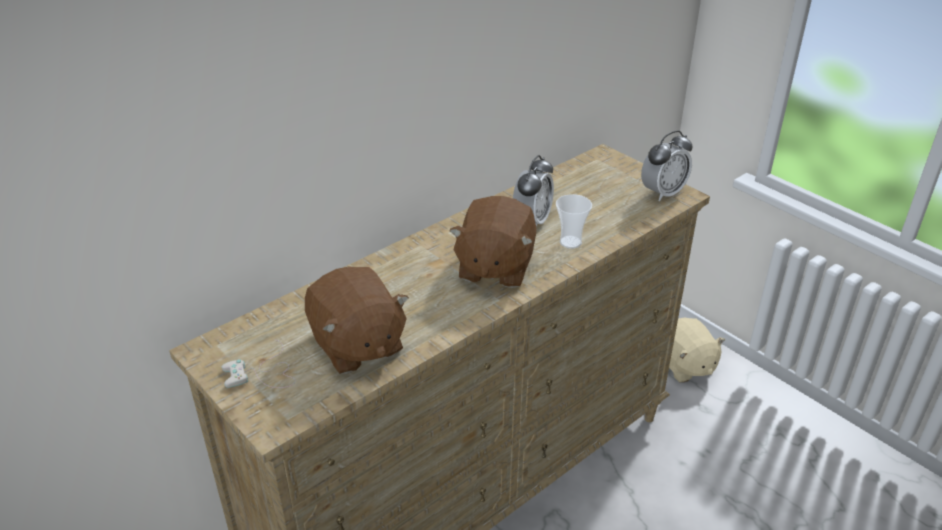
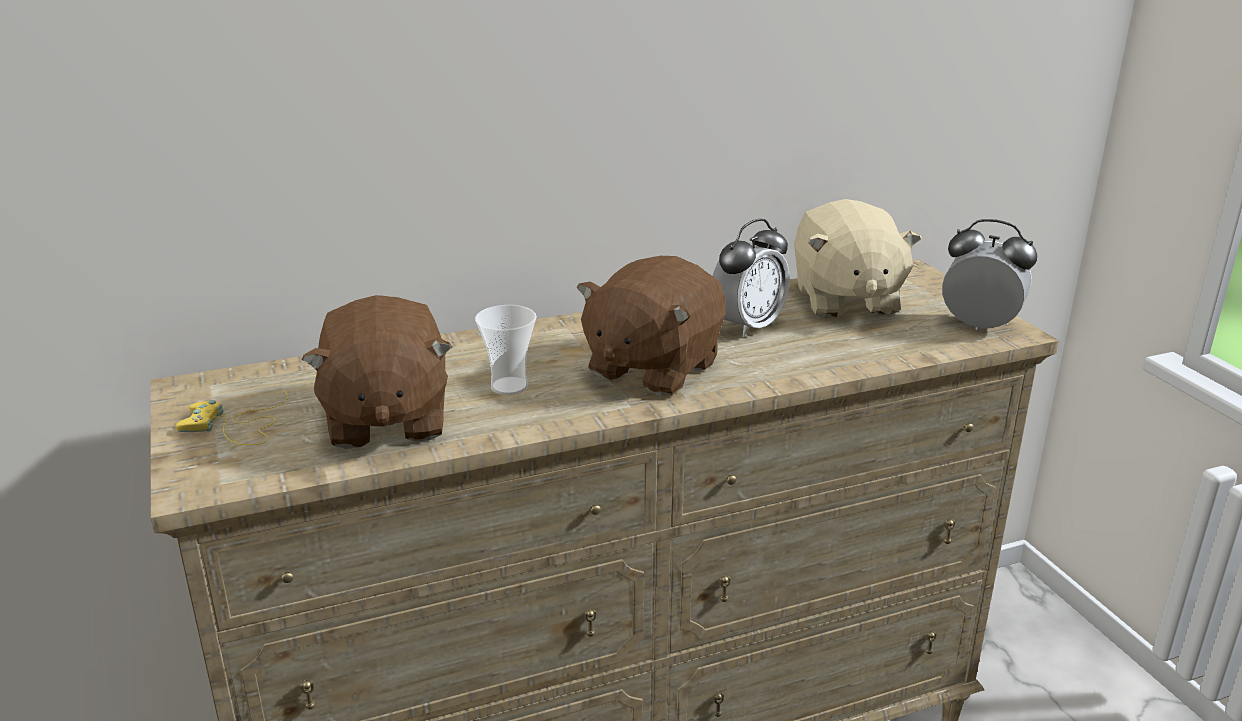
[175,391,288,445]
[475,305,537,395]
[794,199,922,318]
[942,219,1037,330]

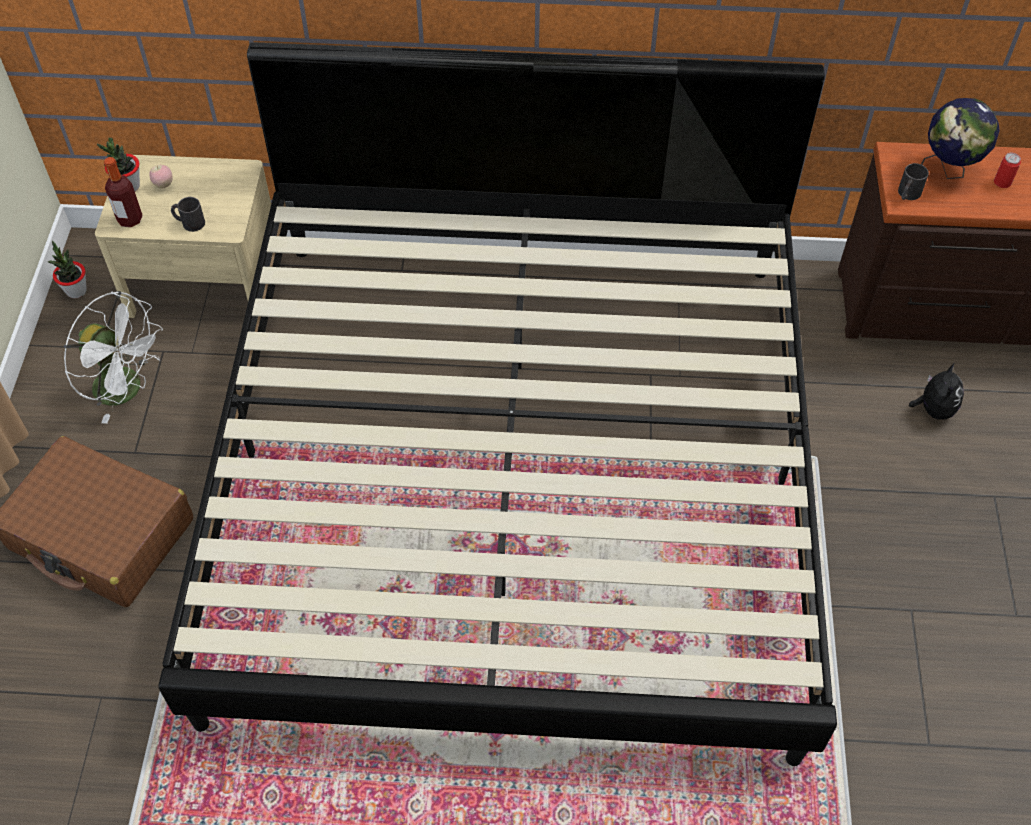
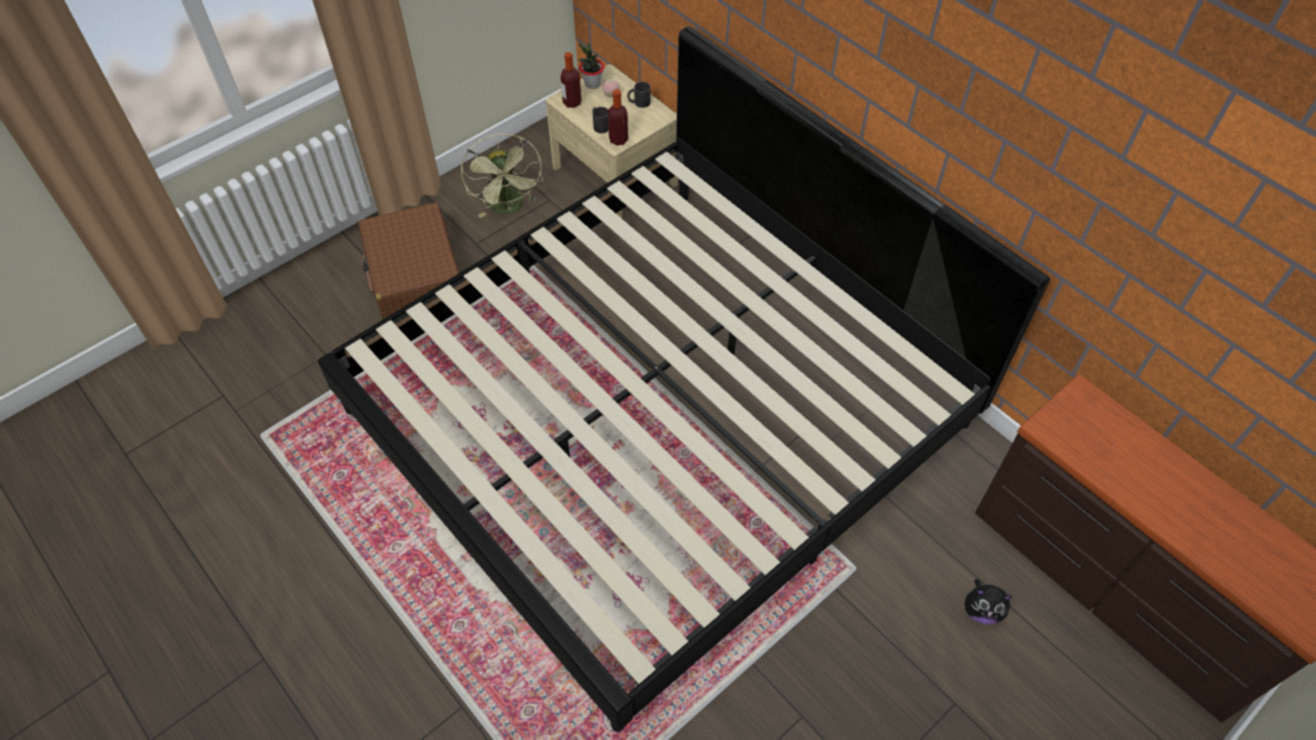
[461,134,543,218]
[608,89,628,146]
[627,82,651,108]
[965,579,1012,624]
[48,241,87,299] (first image)
[921,98,1000,179] (first image)
[994,153,1021,188] (first image)

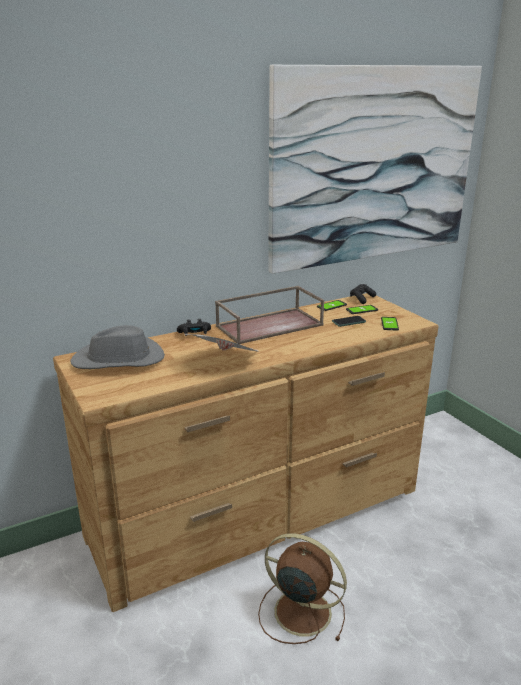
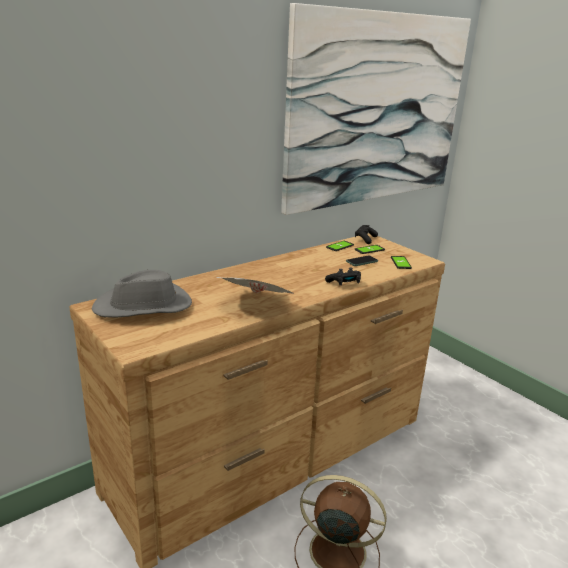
[325,268,361,286]
[215,286,324,344] (first image)

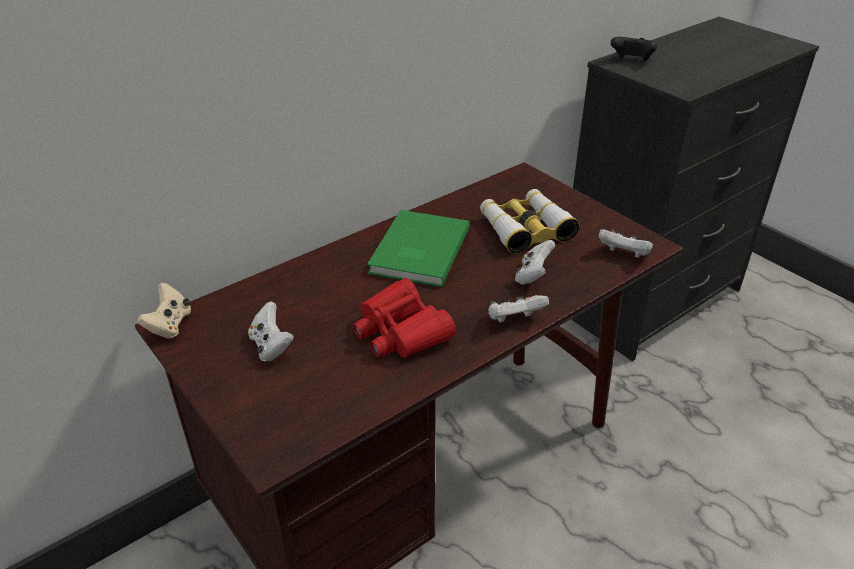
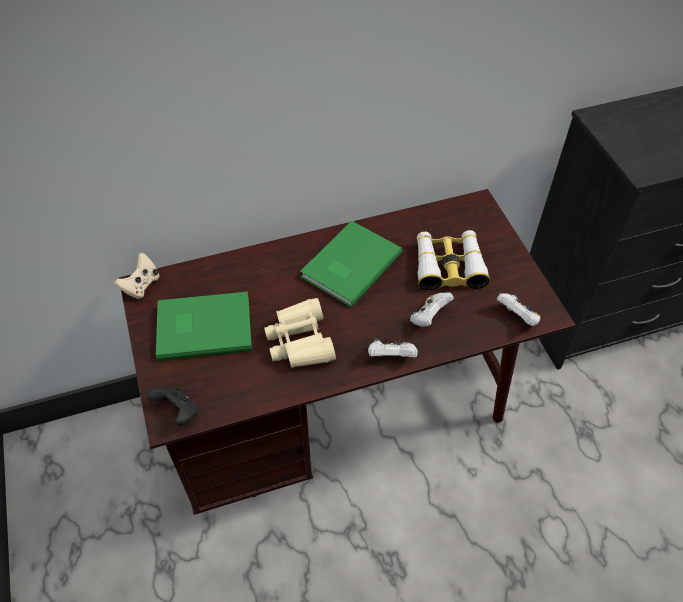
[147,386,199,426]
[156,292,252,361]
[264,298,336,368]

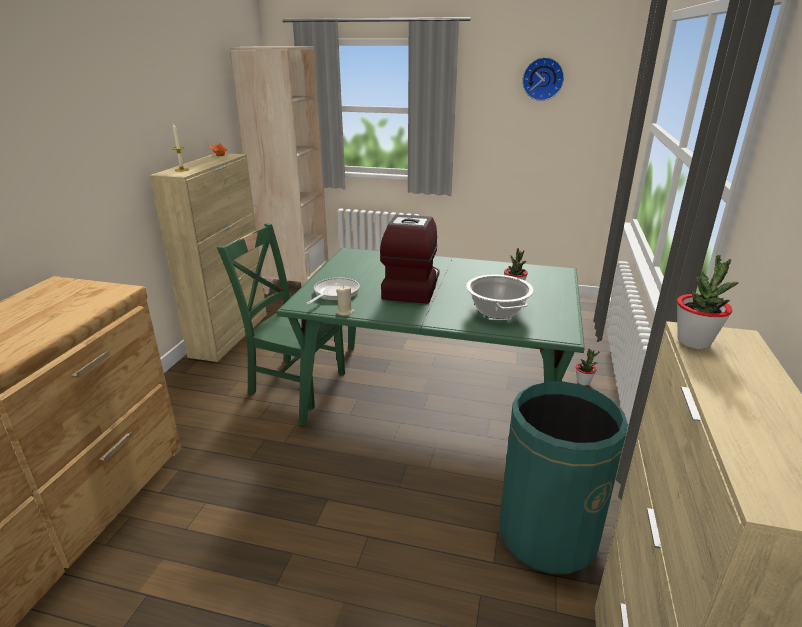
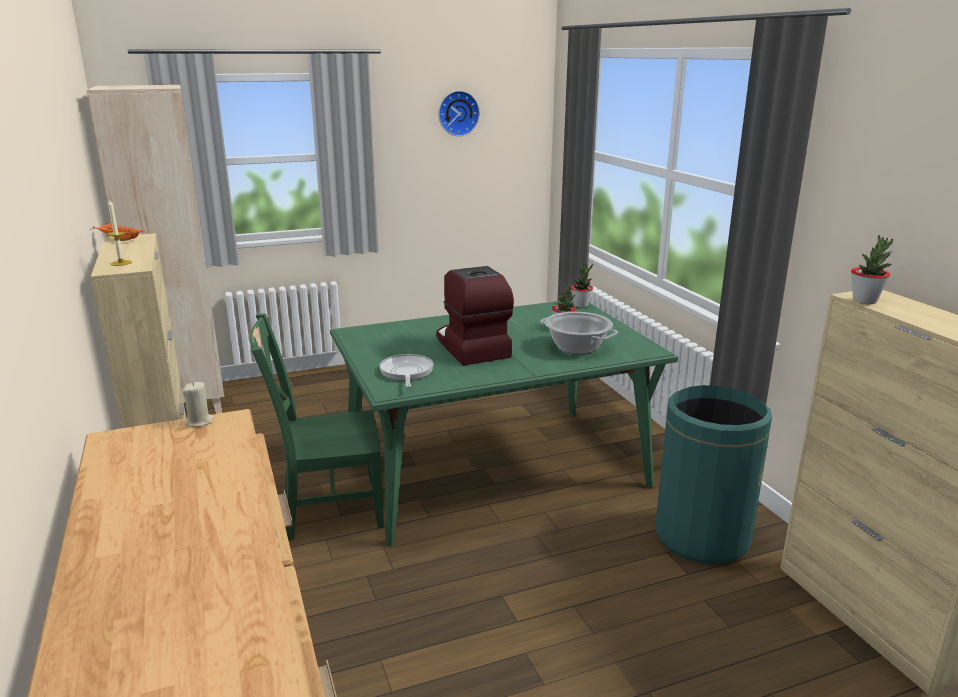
[182,382,214,427]
[571,264,593,308]

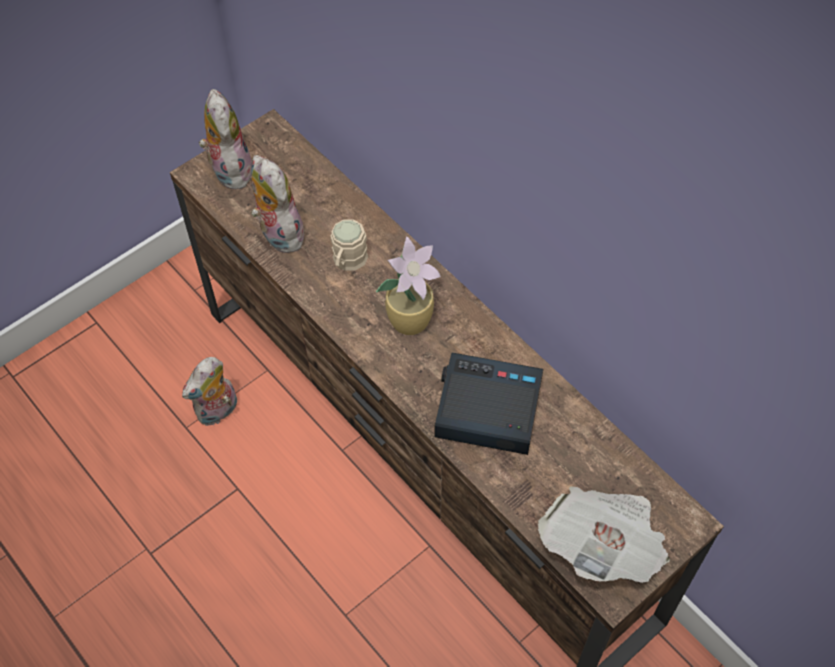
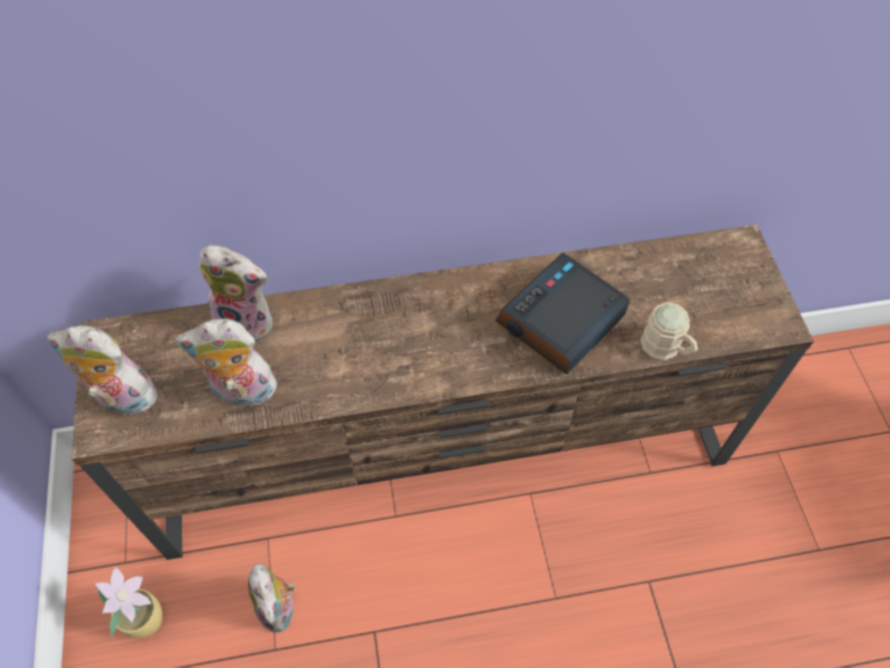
[94,567,163,638]
[198,245,273,343]
[640,302,698,360]
[538,486,670,583] (first image)

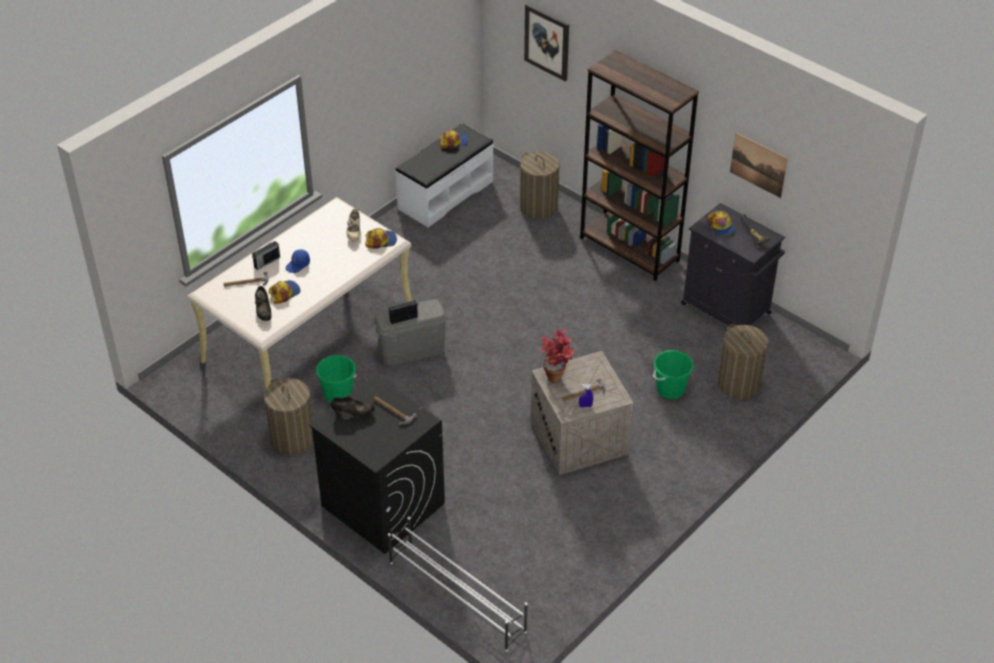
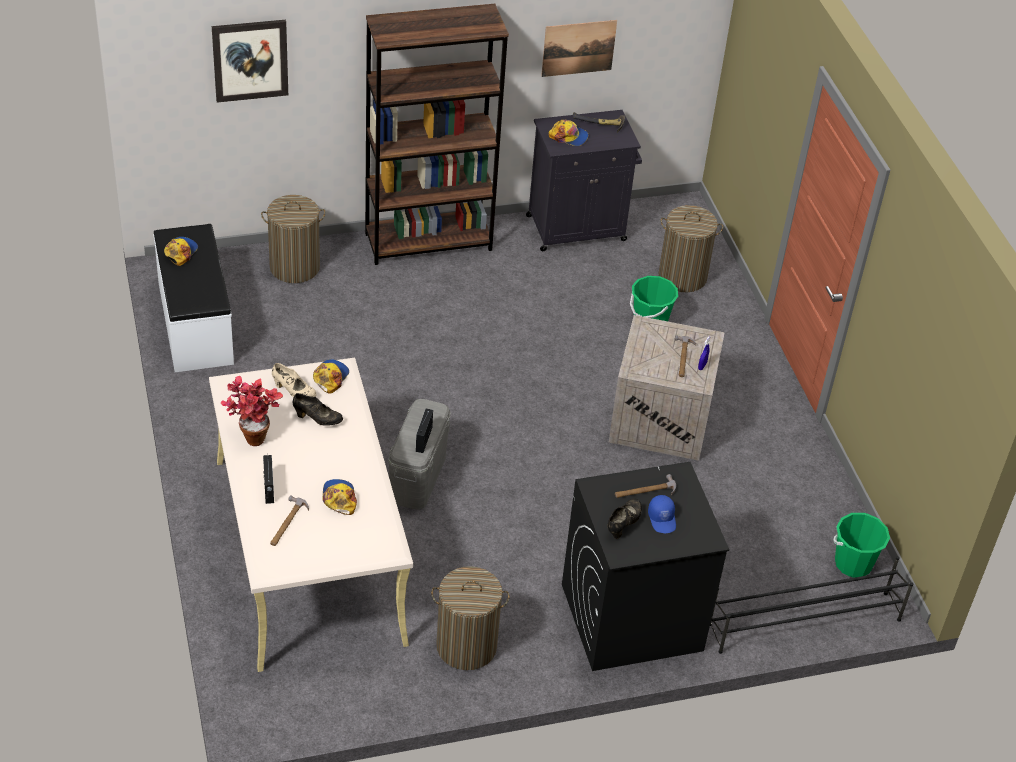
[221,376,283,446]
[293,393,343,426]
[648,495,676,533]
[710,556,913,654]
[833,513,890,577]

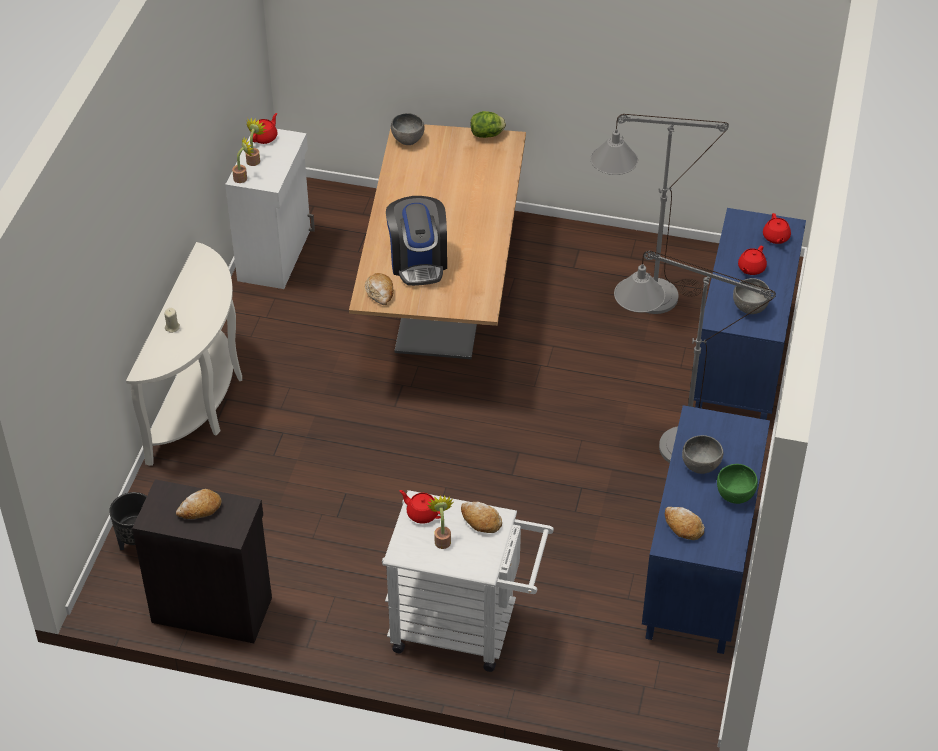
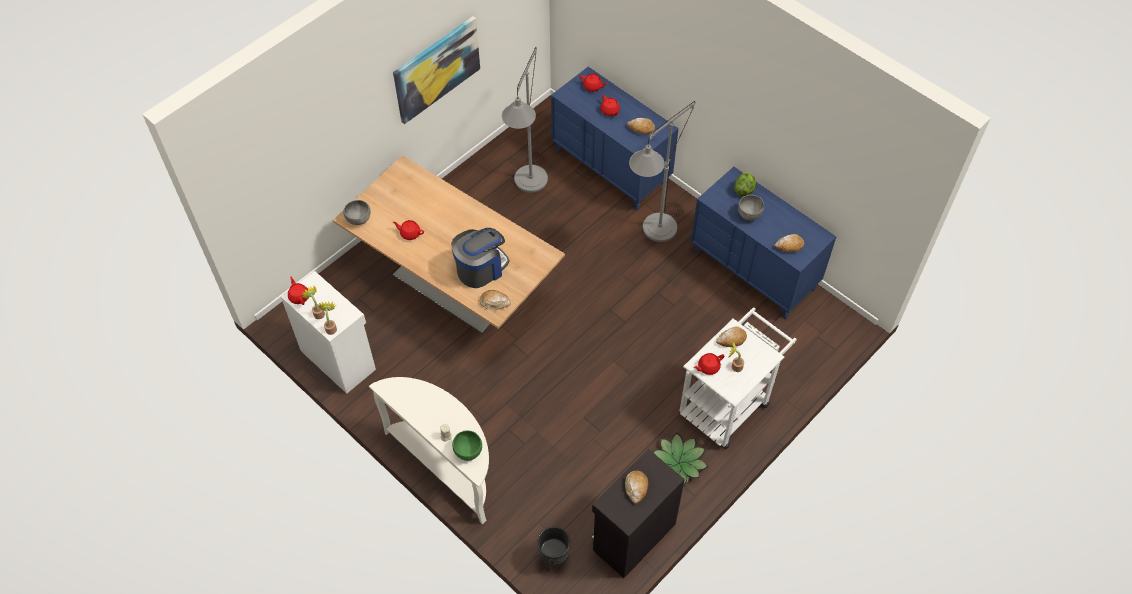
[393,16,480,124]
[393,220,424,240]
[451,228,509,288]
[452,430,482,461]
[627,118,655,134]
[652,433,708,484]
[735,172,756,197]

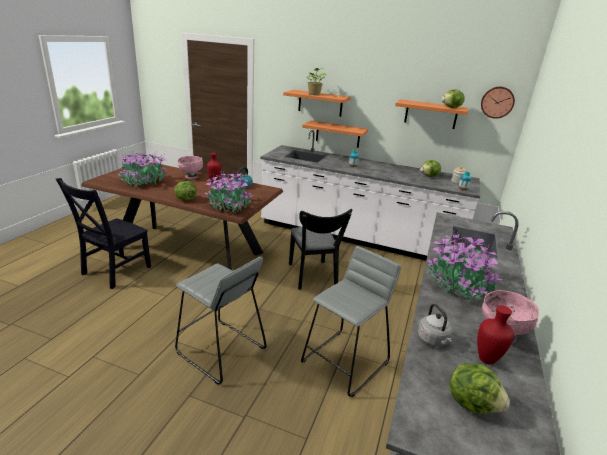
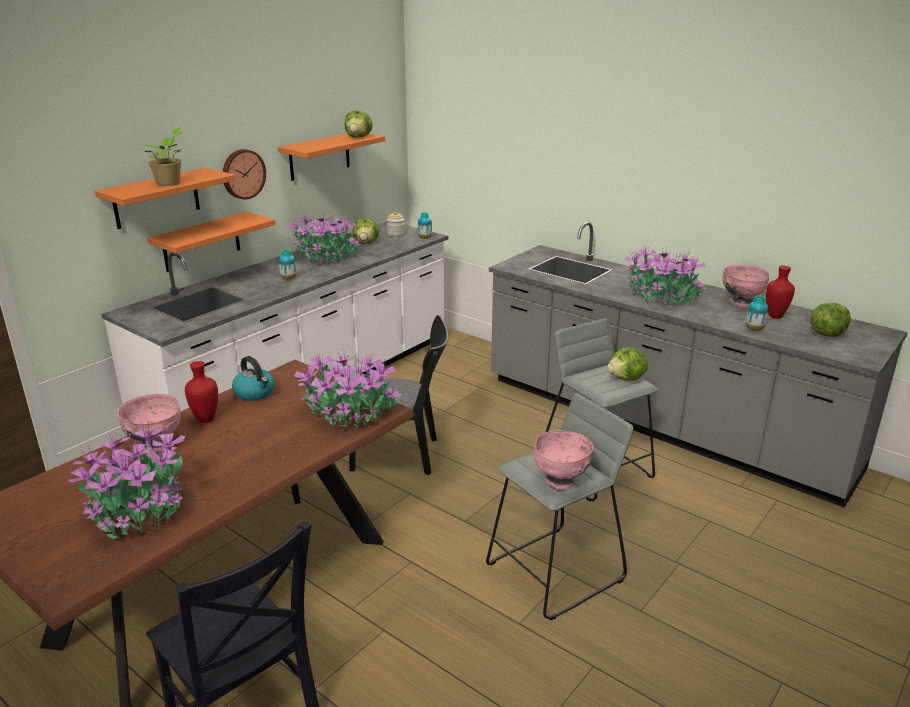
[223,149,266,200]
[287,212,361,263]
[534,430,593,490]
[607,347,648,380]
[746,295,768,331]

